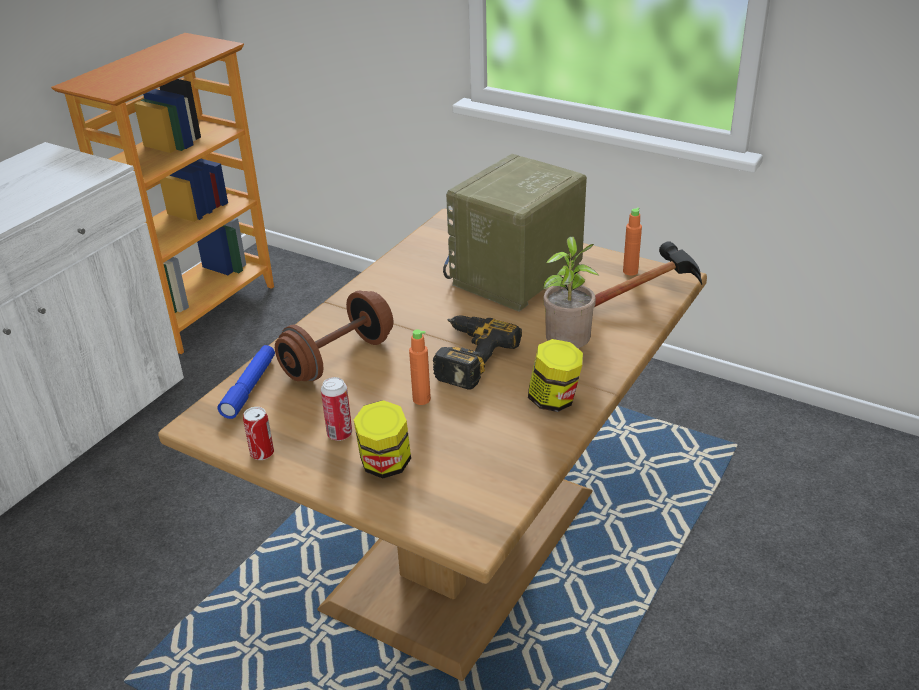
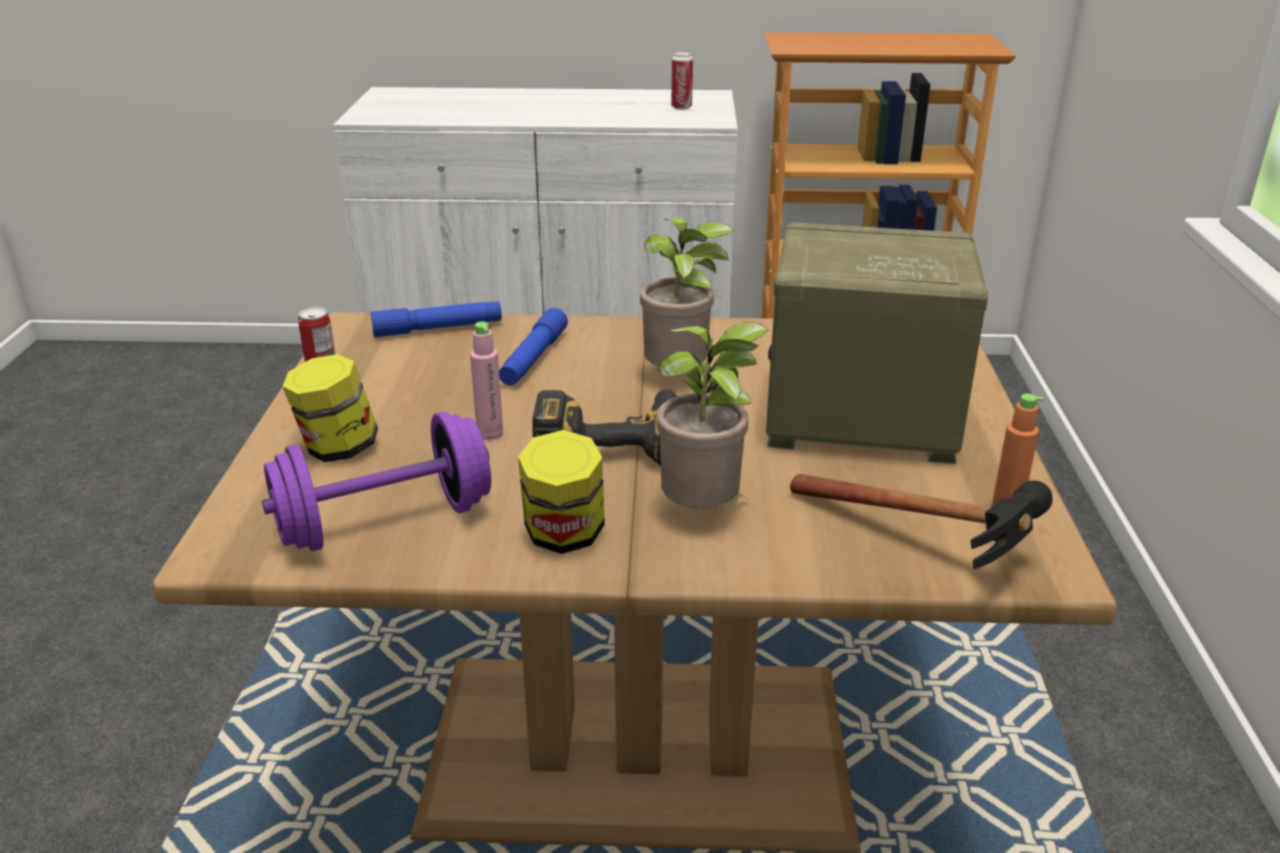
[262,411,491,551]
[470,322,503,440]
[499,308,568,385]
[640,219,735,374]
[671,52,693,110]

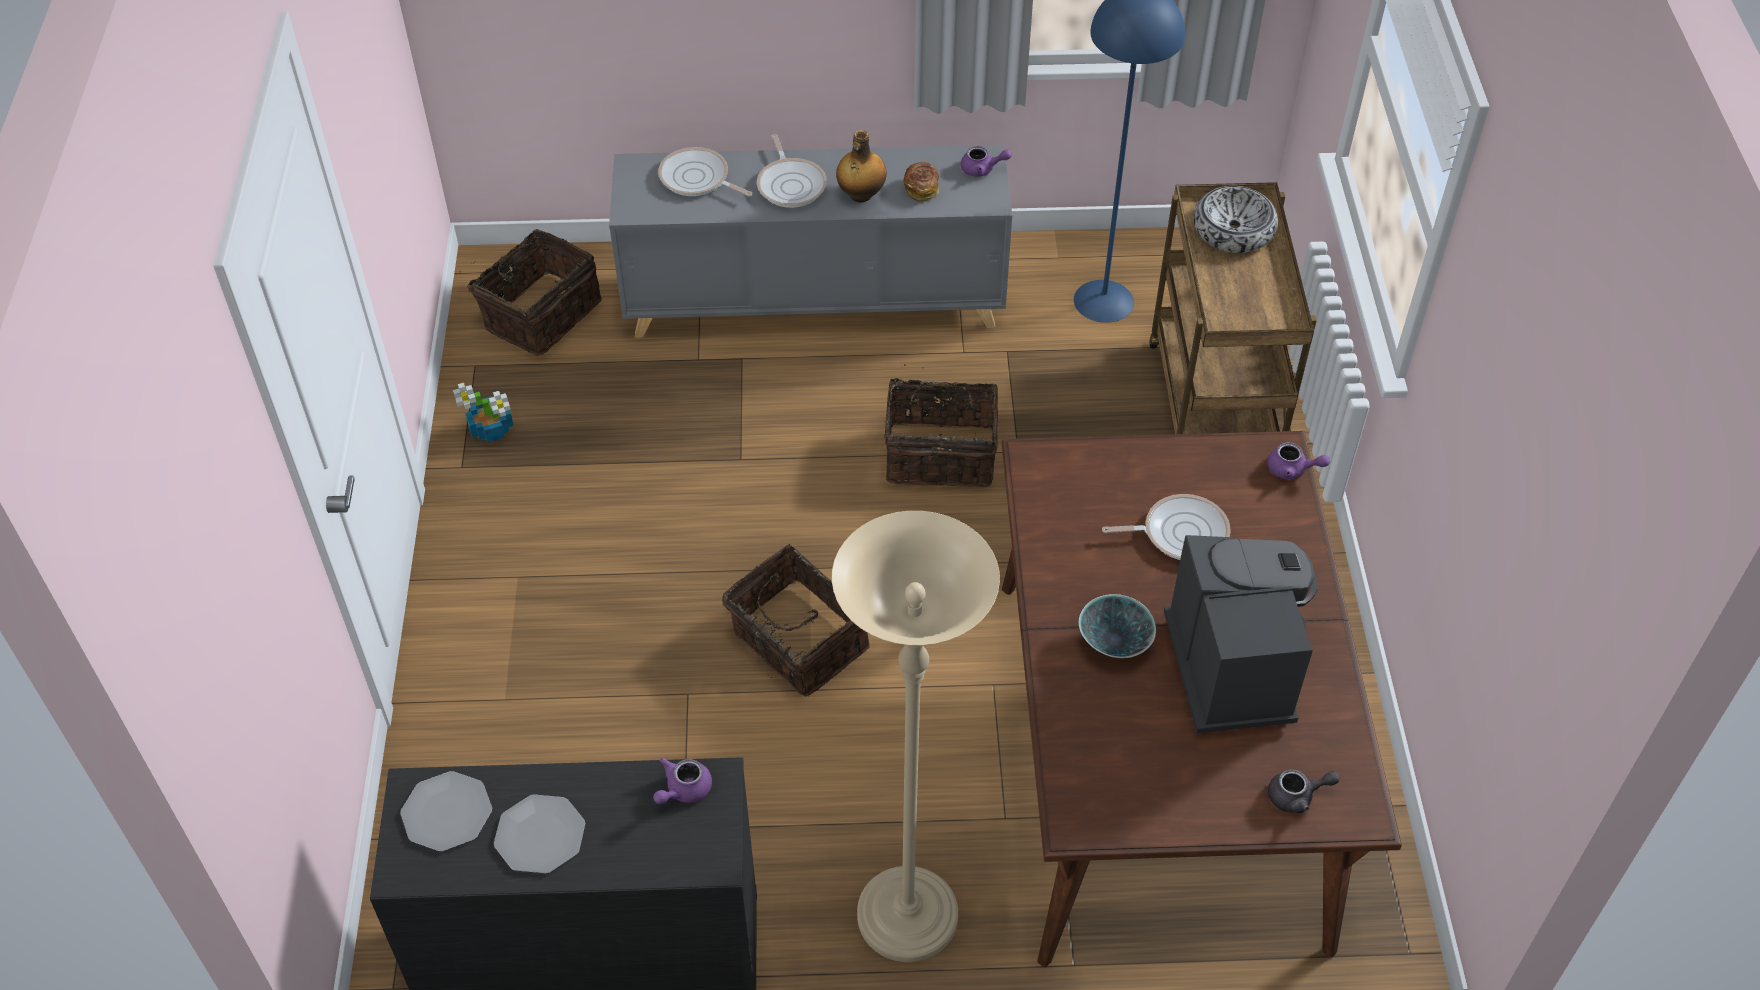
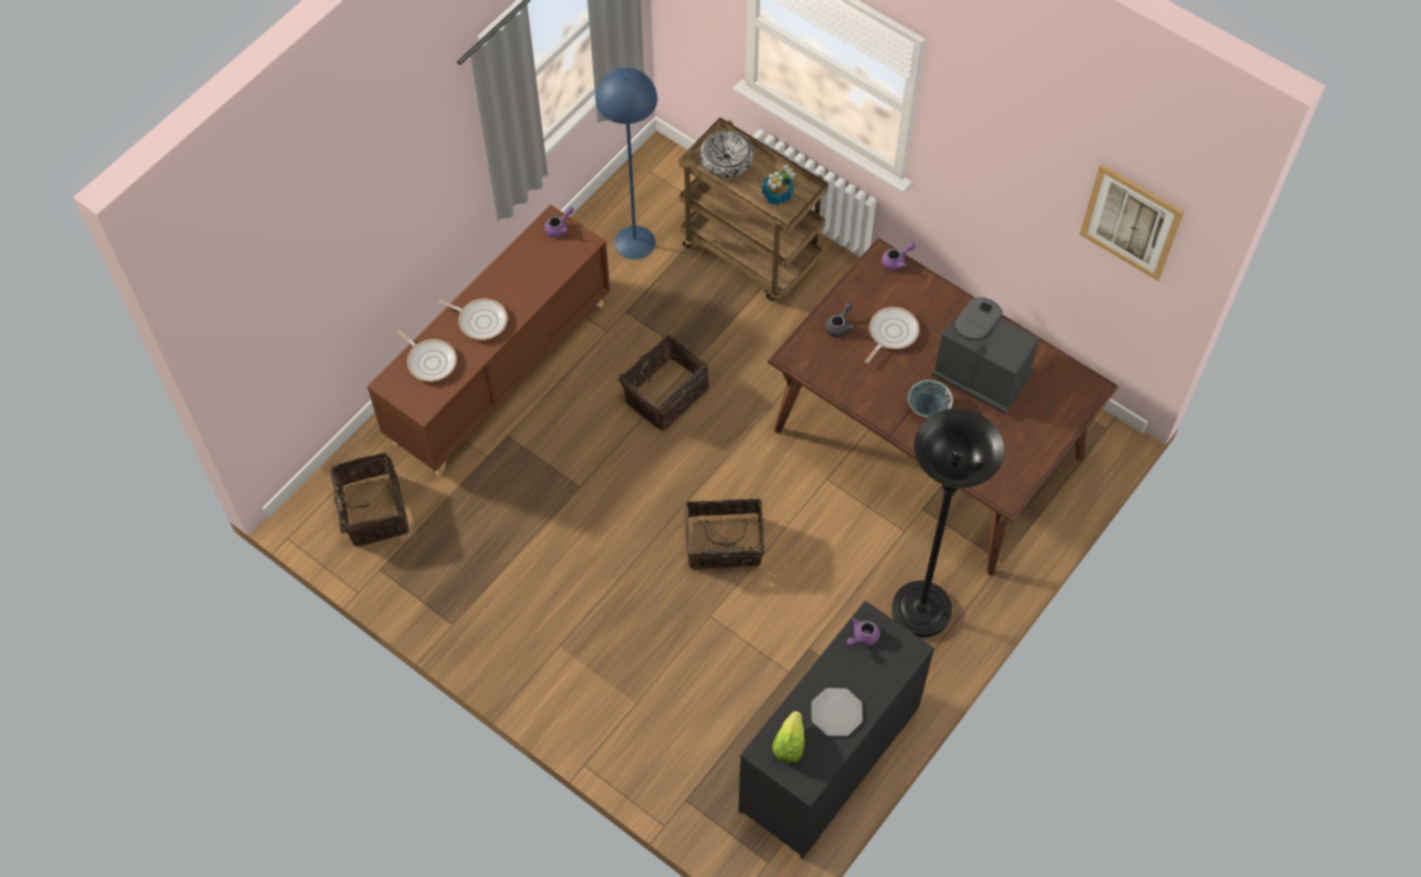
[367,205,610,476]
[396,329,457,382]
[762,164,796,205]
[772,711,805,763]
[825,302,854,337]
[847,617,880,646]
[892,409,1005,637]
[1080,164,1184,281]
[836,130,886,203] (first image)
[904,162,939,202] (first image)

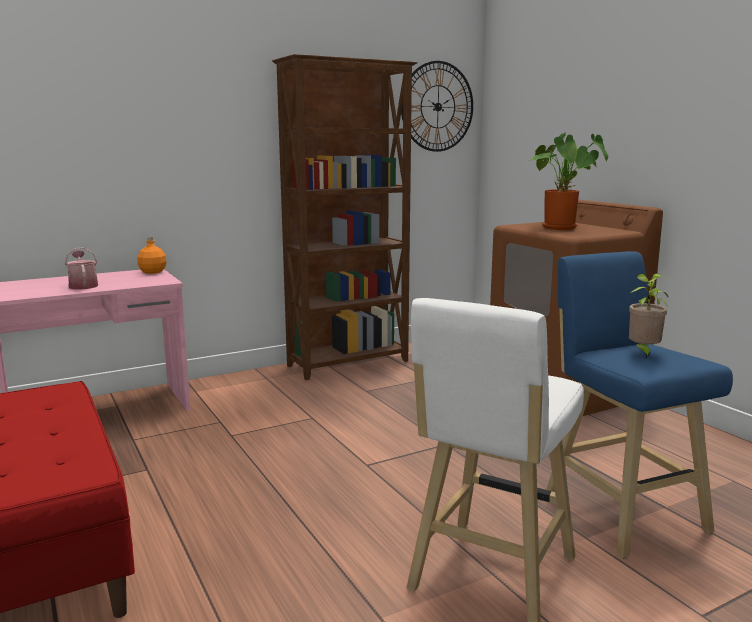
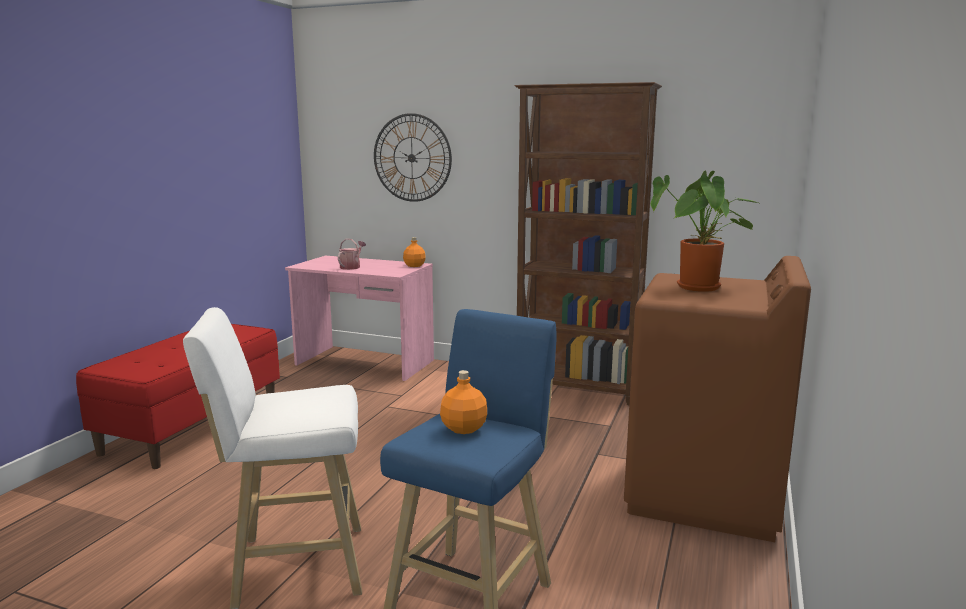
[374,113,452,202]
[440,370,487,434]

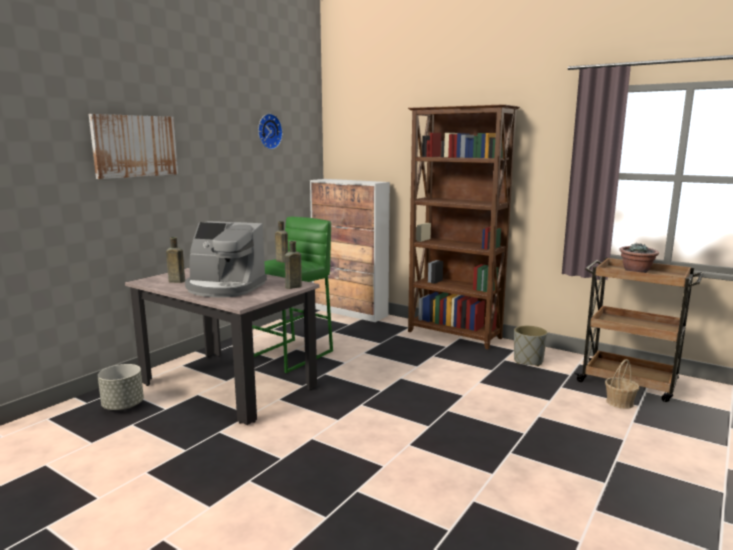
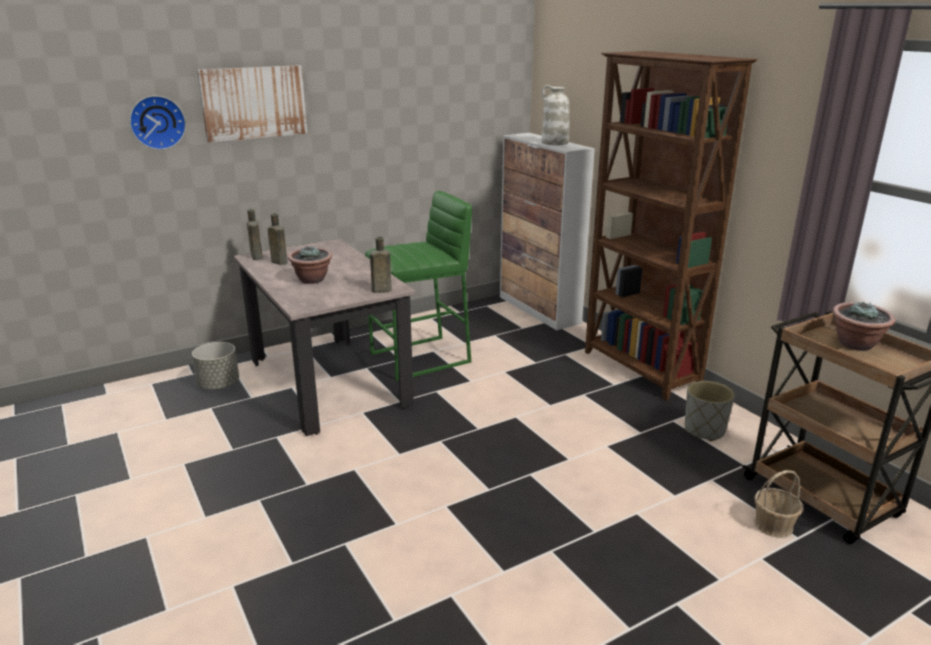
[129,95,186,150]
[247,209,263,260]
[288,245,332,284]
[542,85,569,145]

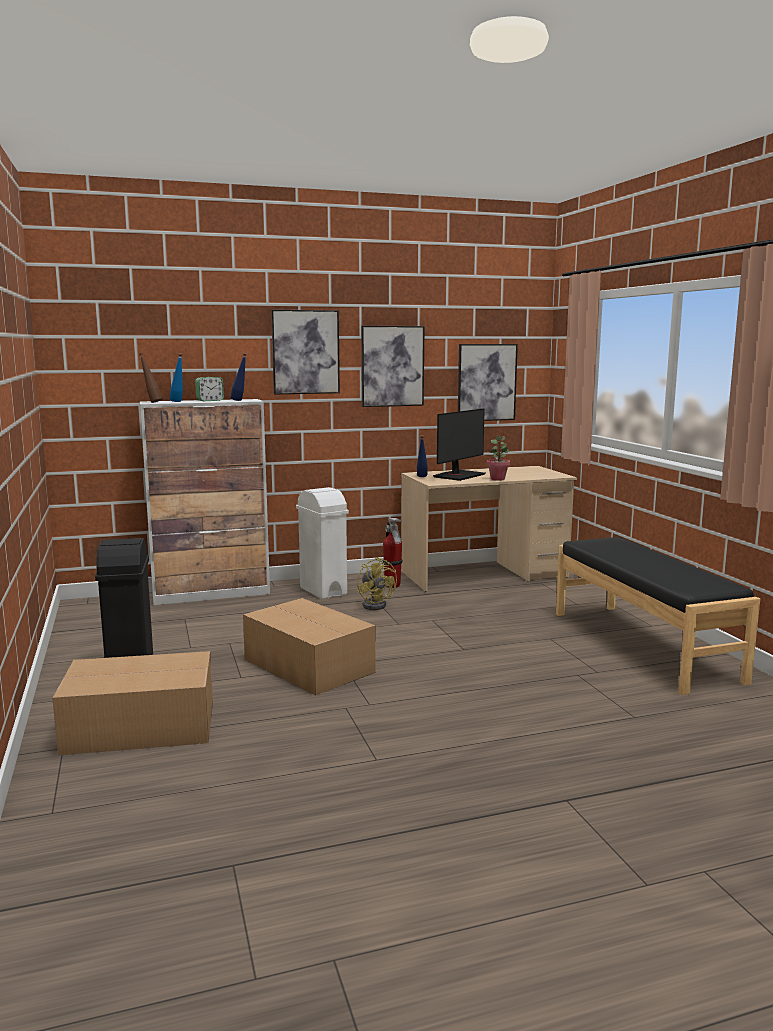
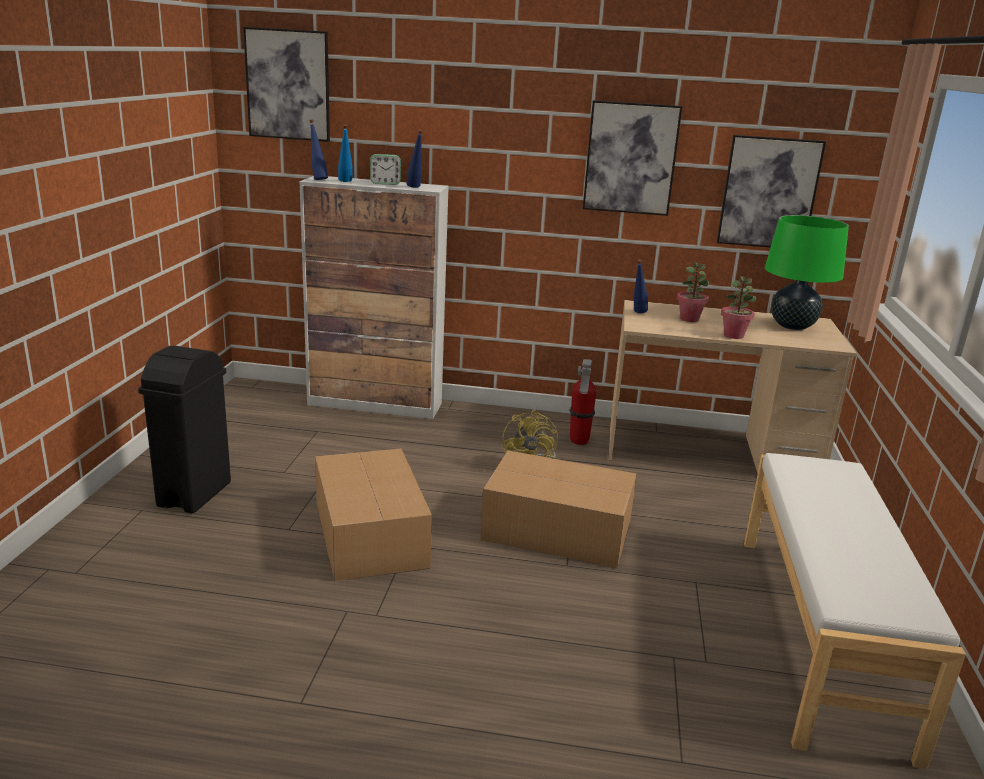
[243,27,330,142]
[309,120,328,180]
[480,450,637,568]
[677,263,709,322]
[744,453,966,769]
[765,215,849,330]
[296,487,349,600] (first image)

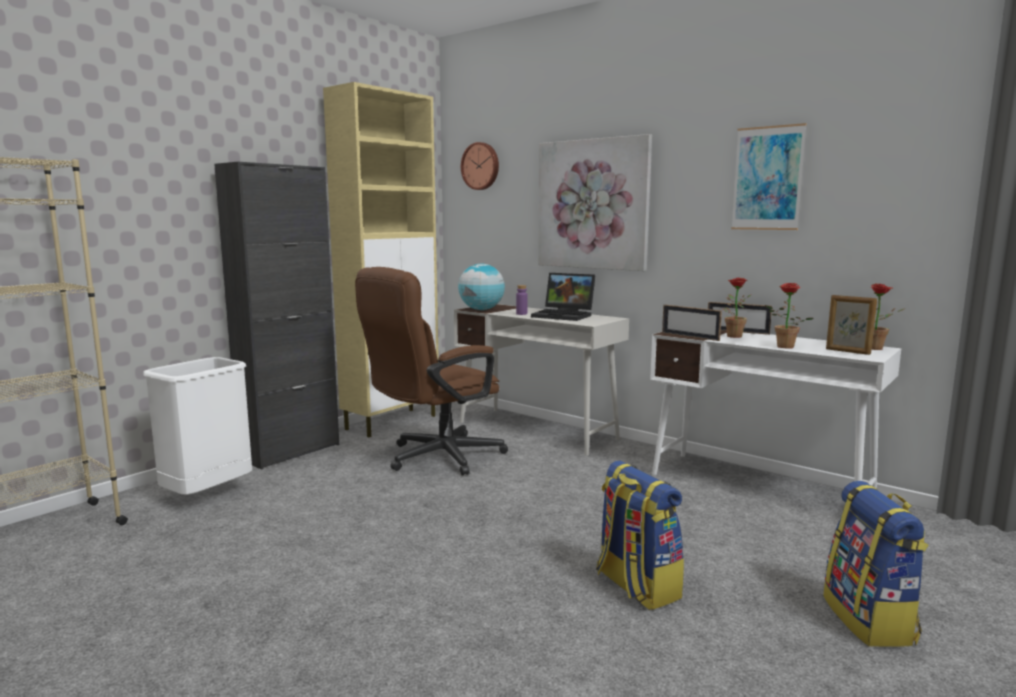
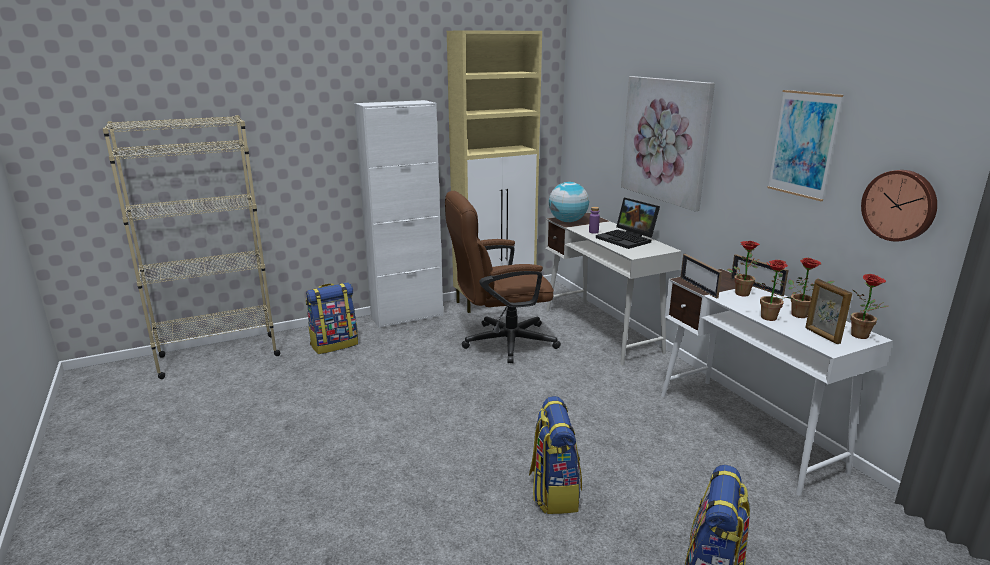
[306,282,358,354]
[354,100,443,328]
[788,258,835,318]
[861,170,937,242]

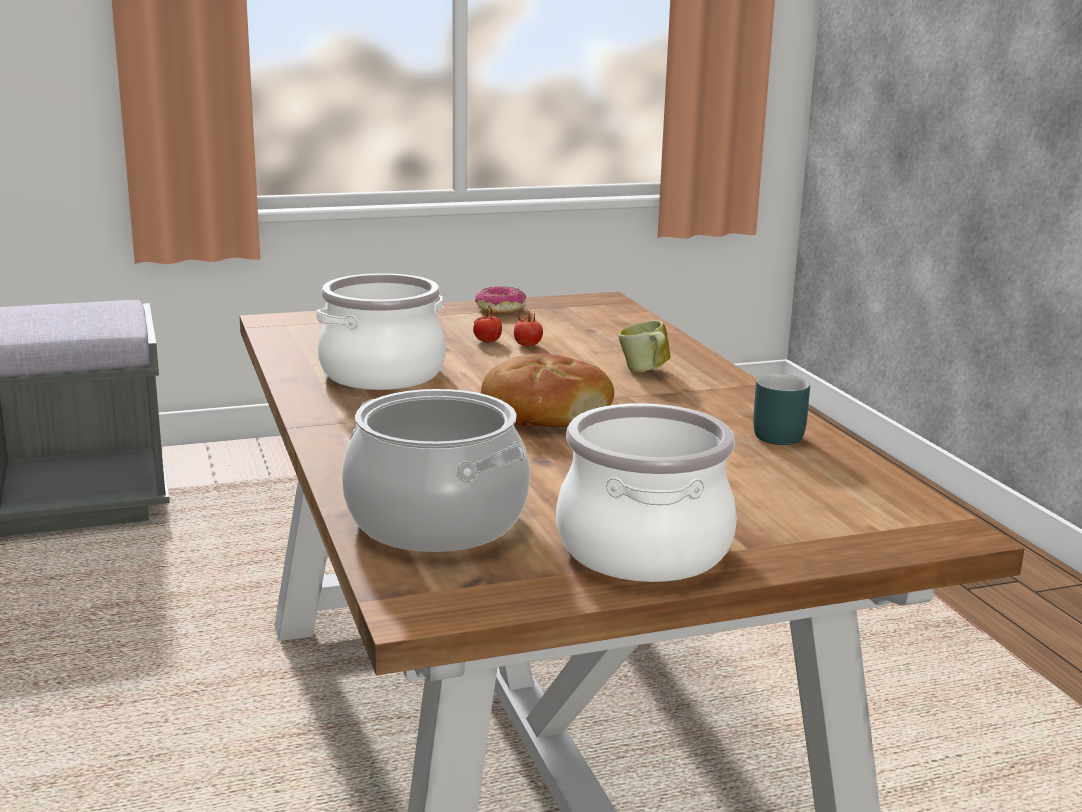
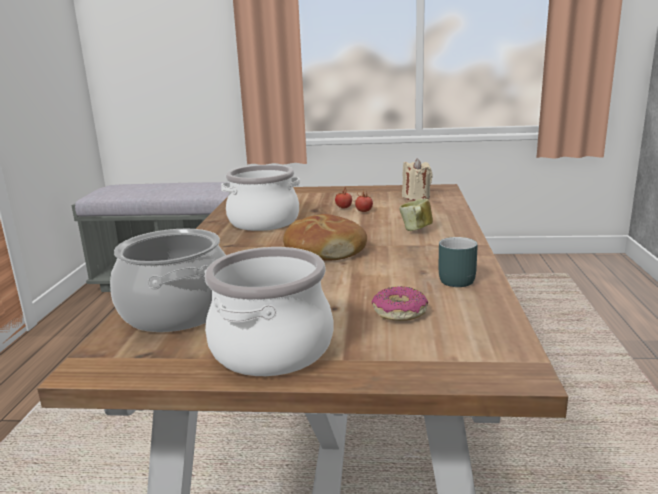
[372,286,428,321]
[402,159,433,201]

